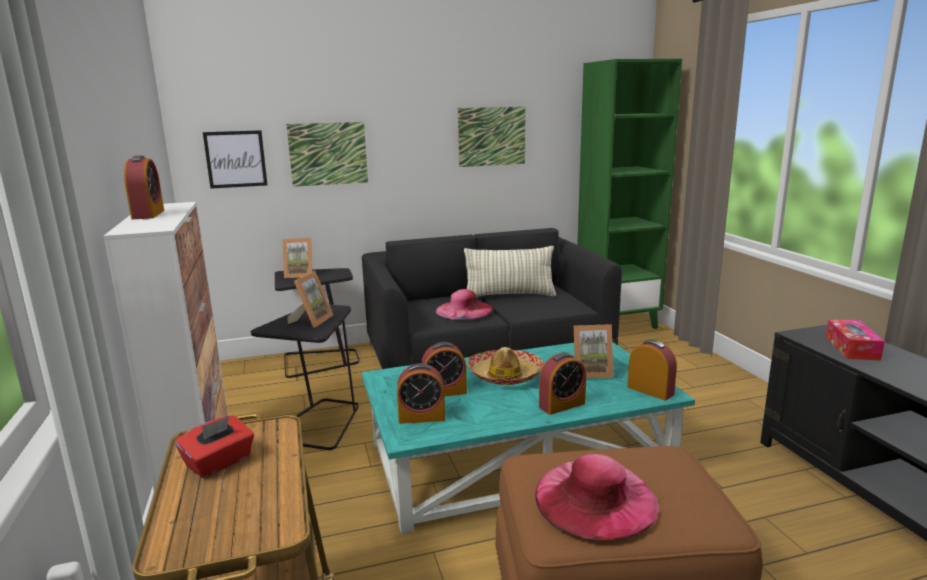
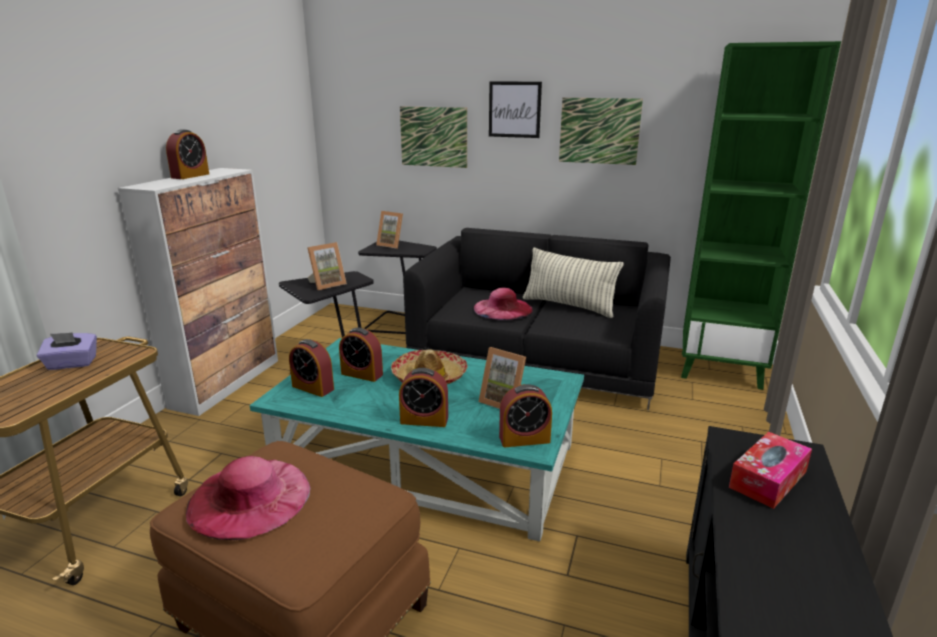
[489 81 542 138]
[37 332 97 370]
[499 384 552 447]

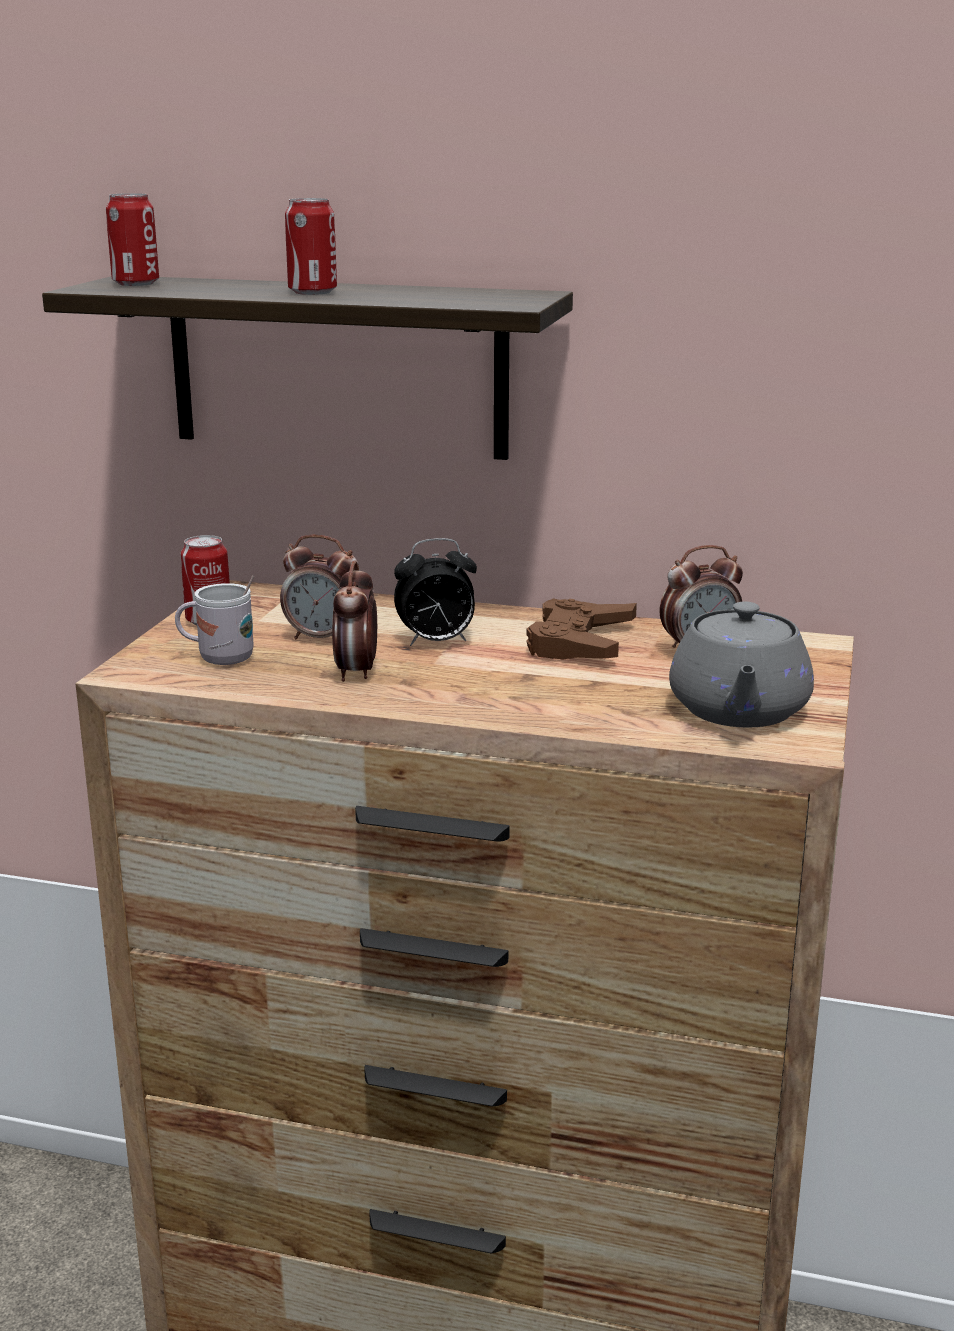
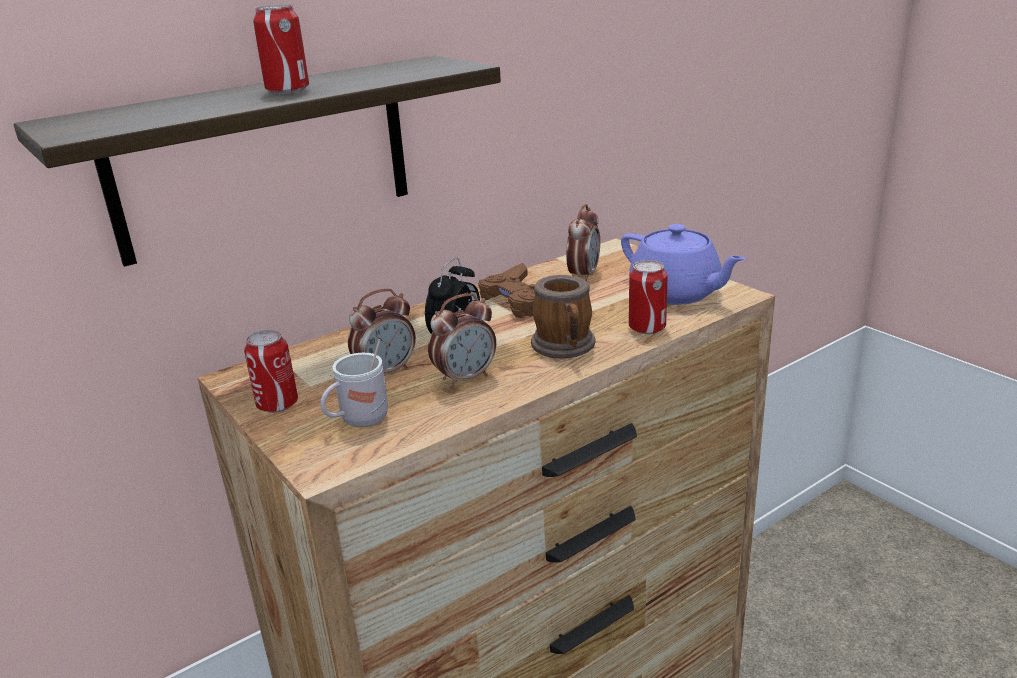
[531 275 595 358]
[629 260 667 334]
[621 224 746 305]
[428 293 496 389]

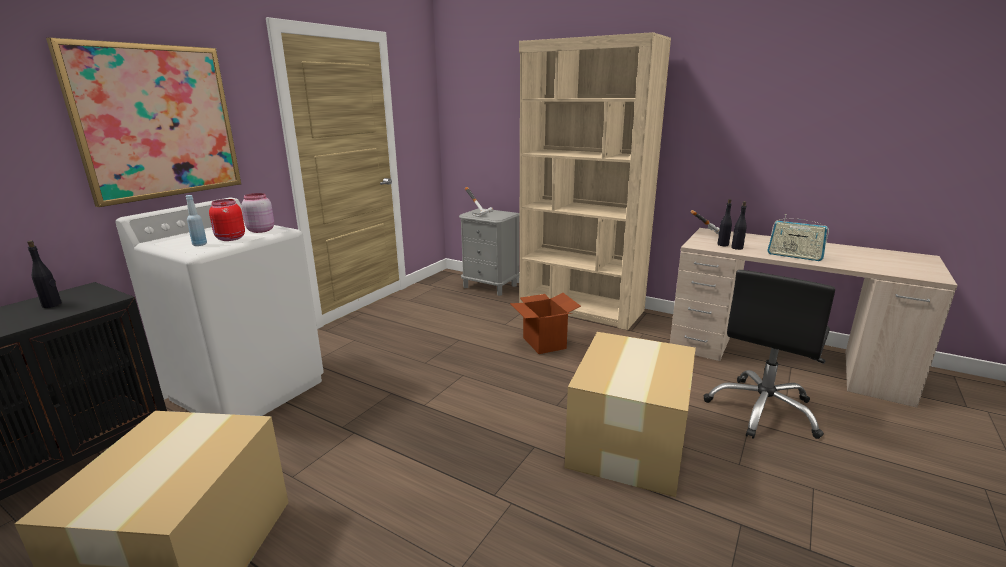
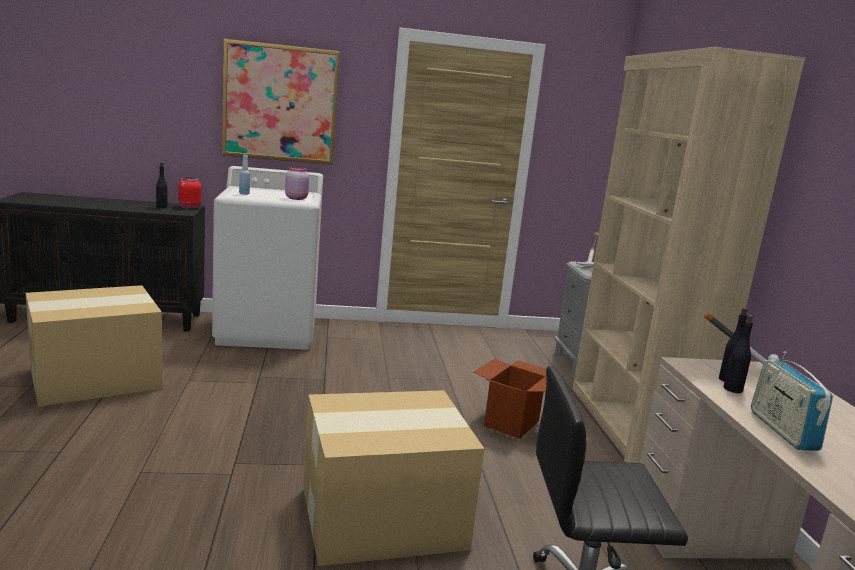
[178 177 202 209]

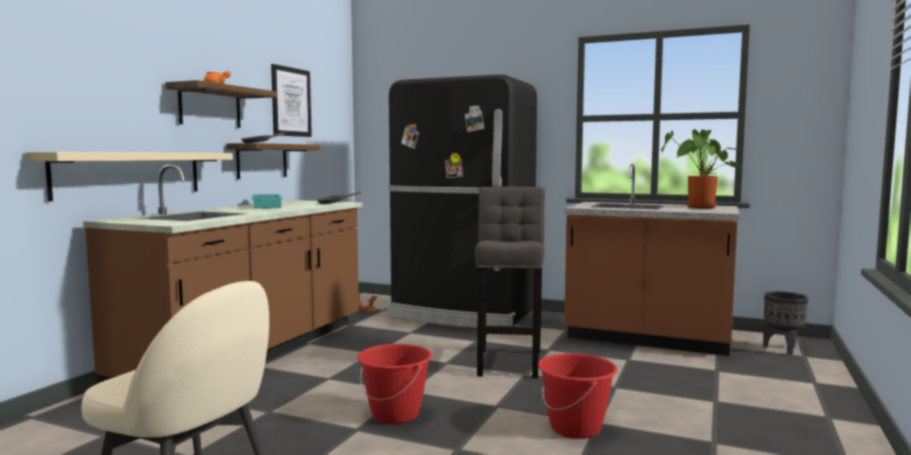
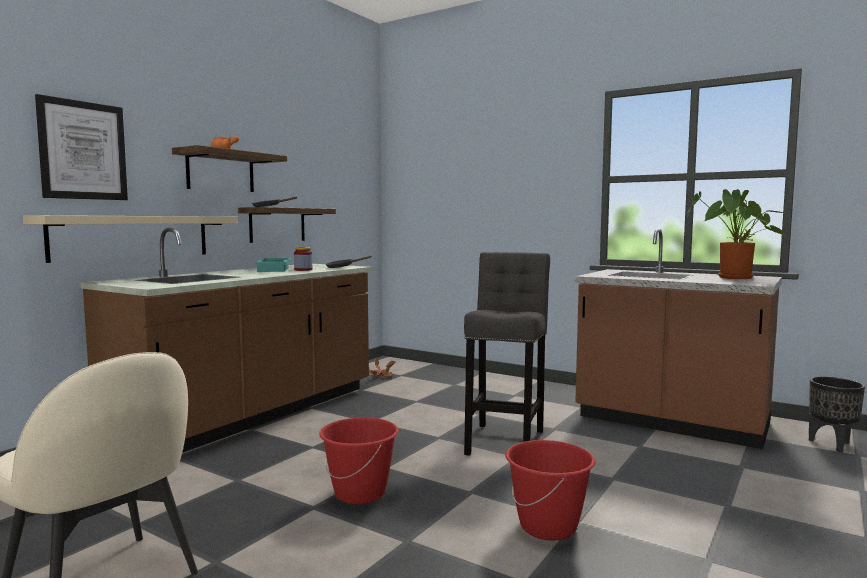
[387 74 537 328] (first image)
[294 247 312 271]
[35 94 128 200]

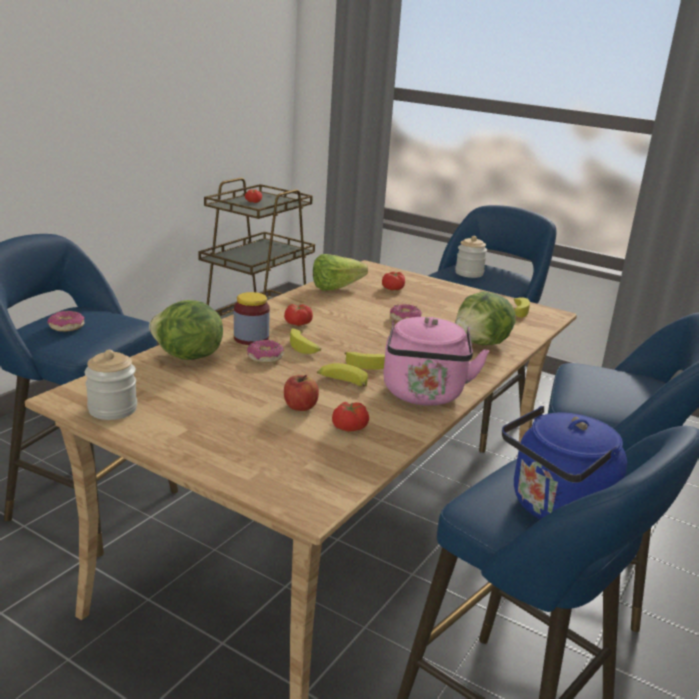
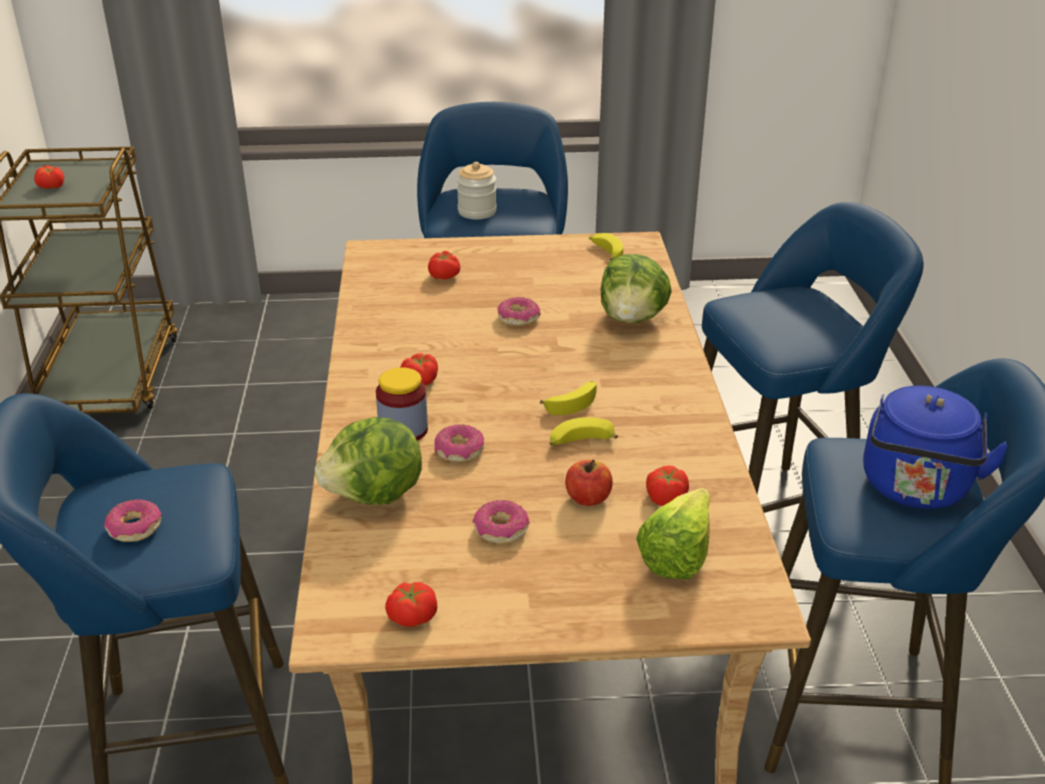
[290 328 321 354] (first image)
[383 317 490 406] (first image)
[473 500 530 544]
[636 488 710 579]
[385 582 437 627]

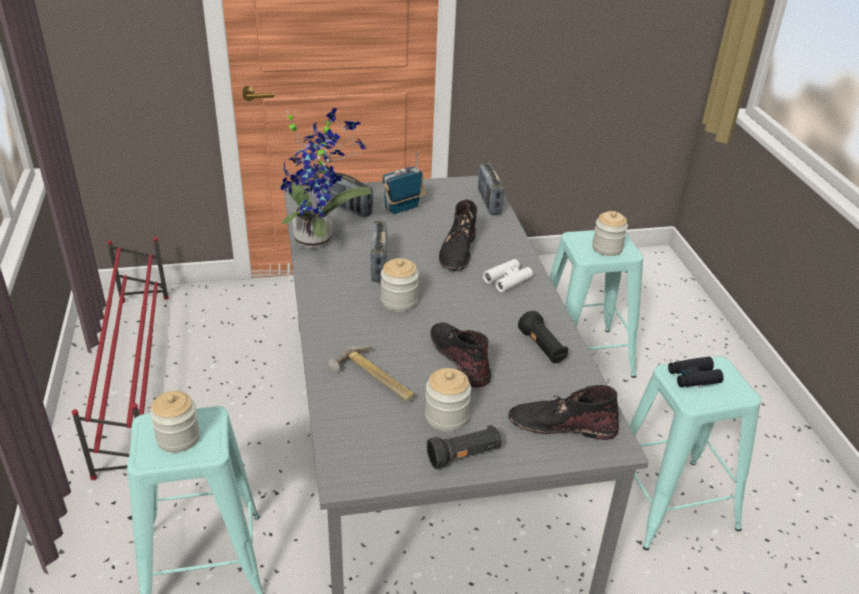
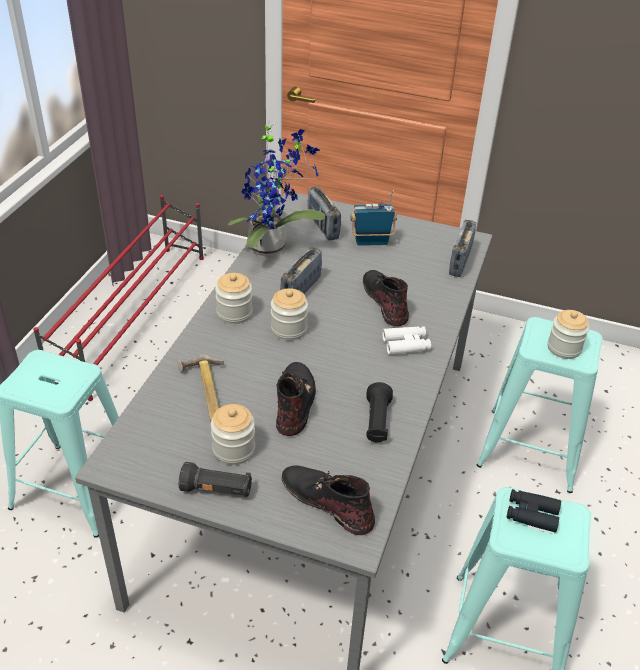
[215 273 253 324]
[363 270 409 326]

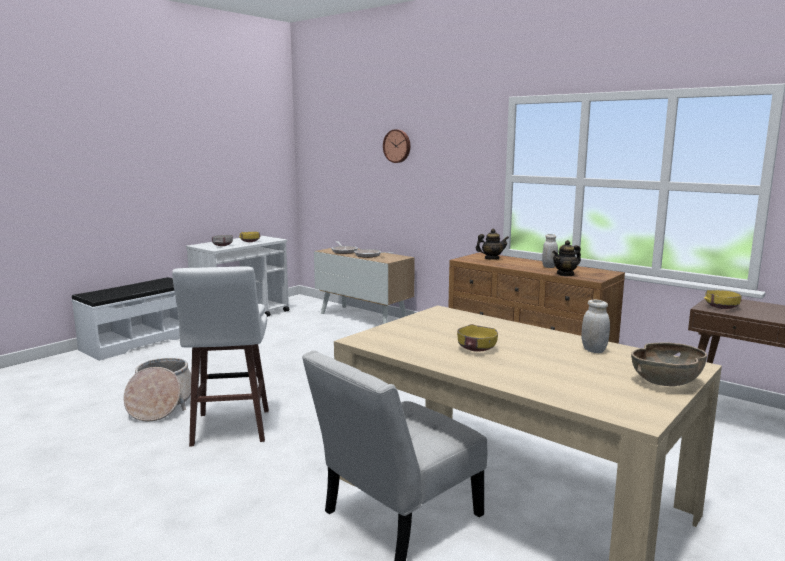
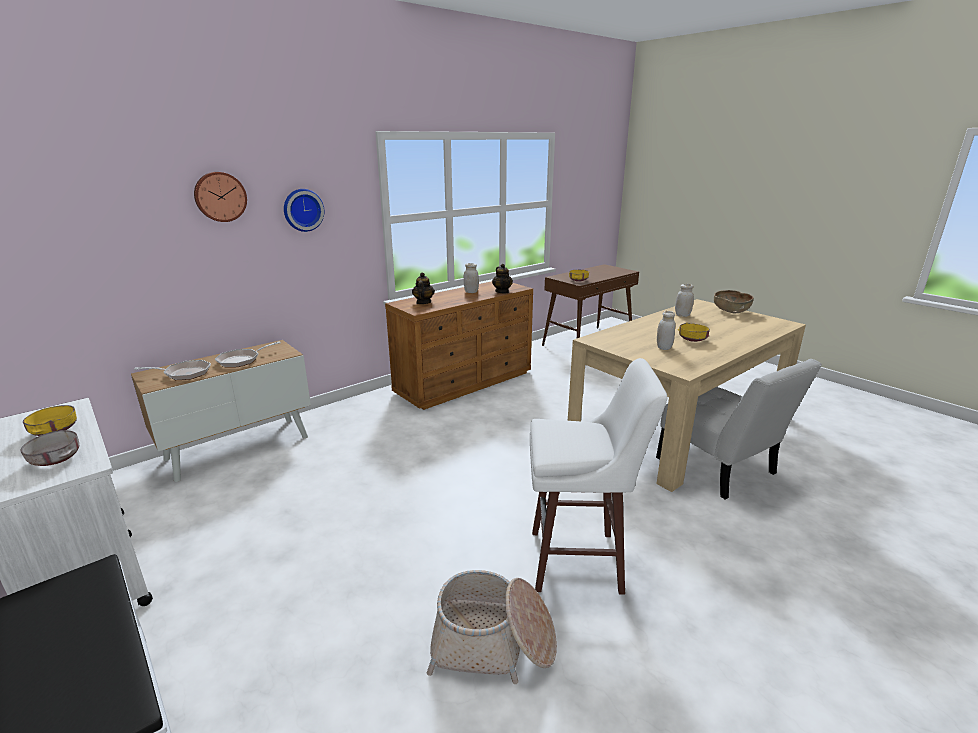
[284 189 324 232]
[657 311 676 350]

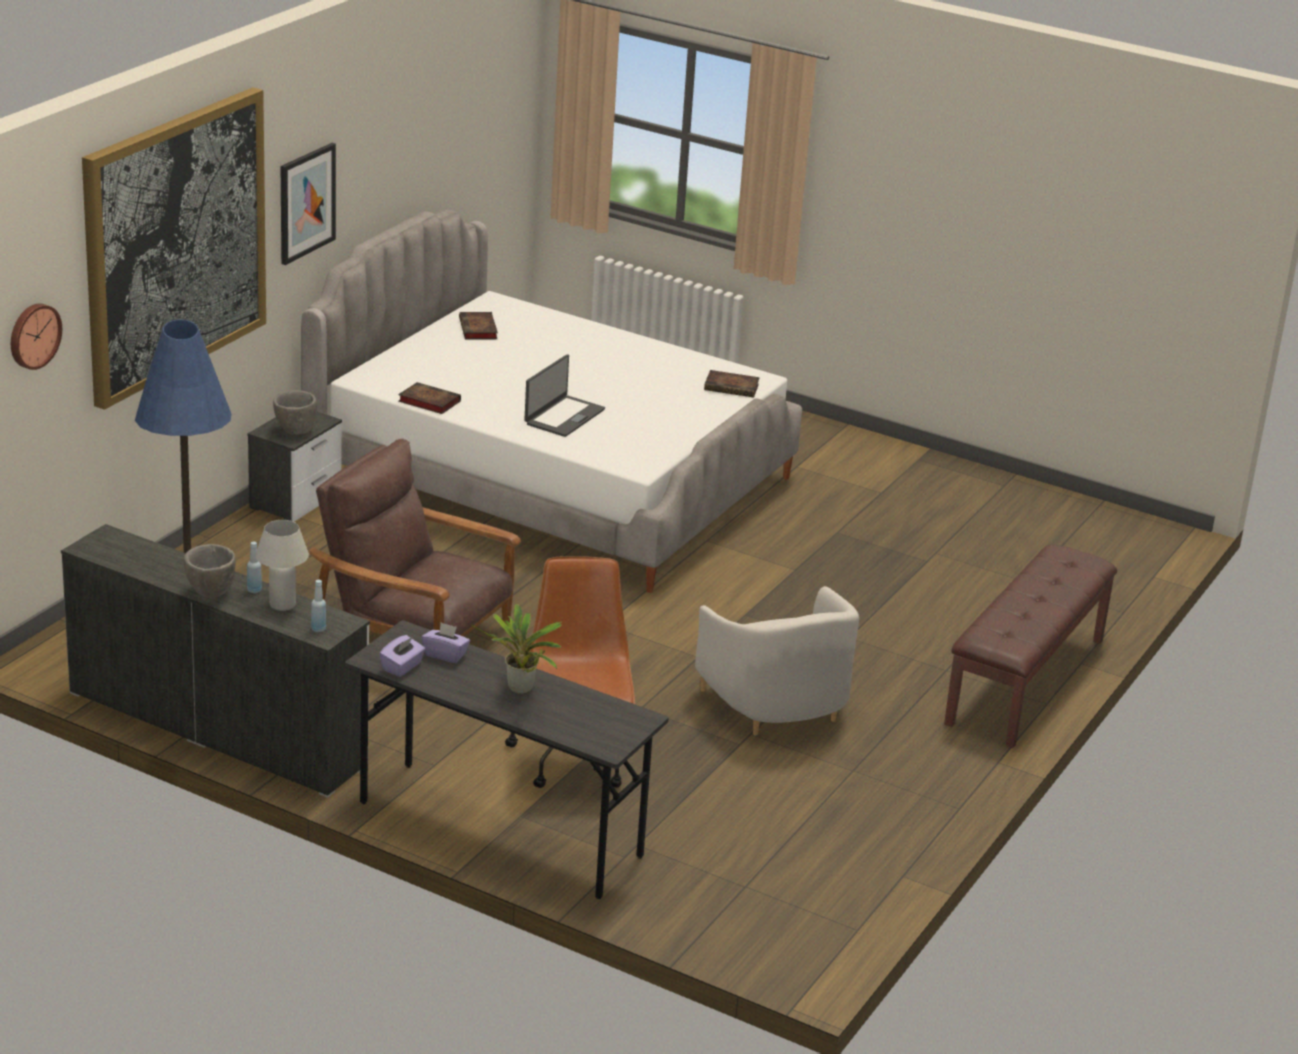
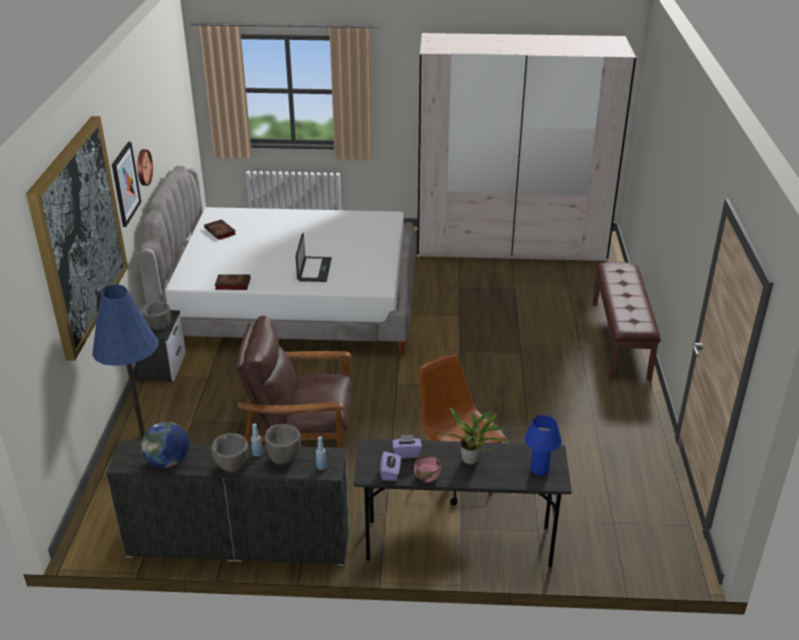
[695 586 859 735] (first image)
[704 370 760 398] (first image)
[141 421 189 468]
[414 455 441 482]
[417 33 636 262]
[524 415 562 475]
[137 149 153 186]
[265 424 301 464]

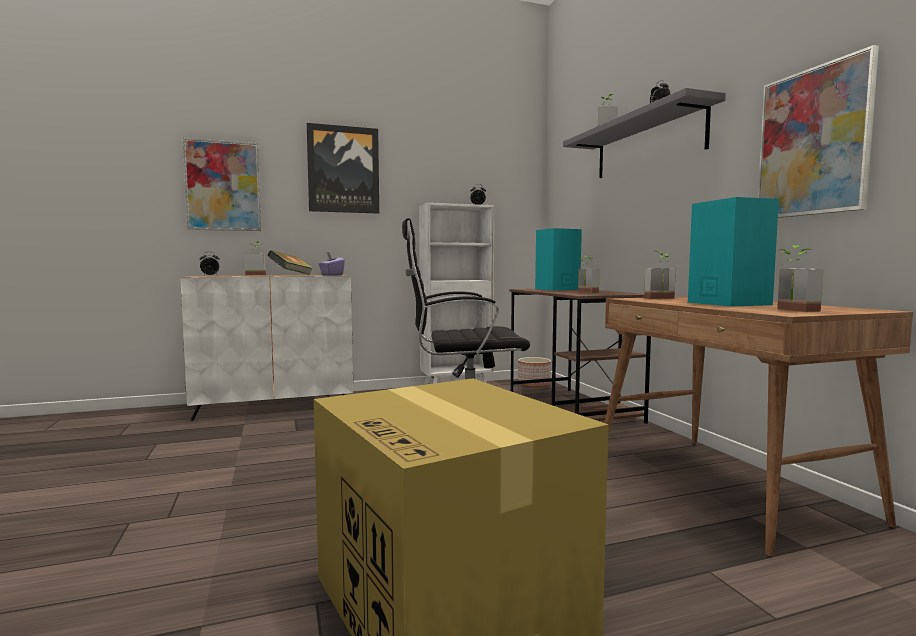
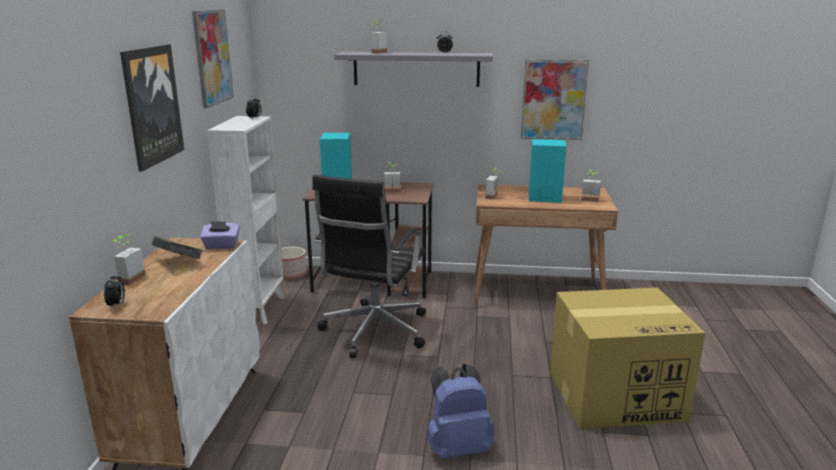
[428 363 494 459]
[192 9 234 108]

